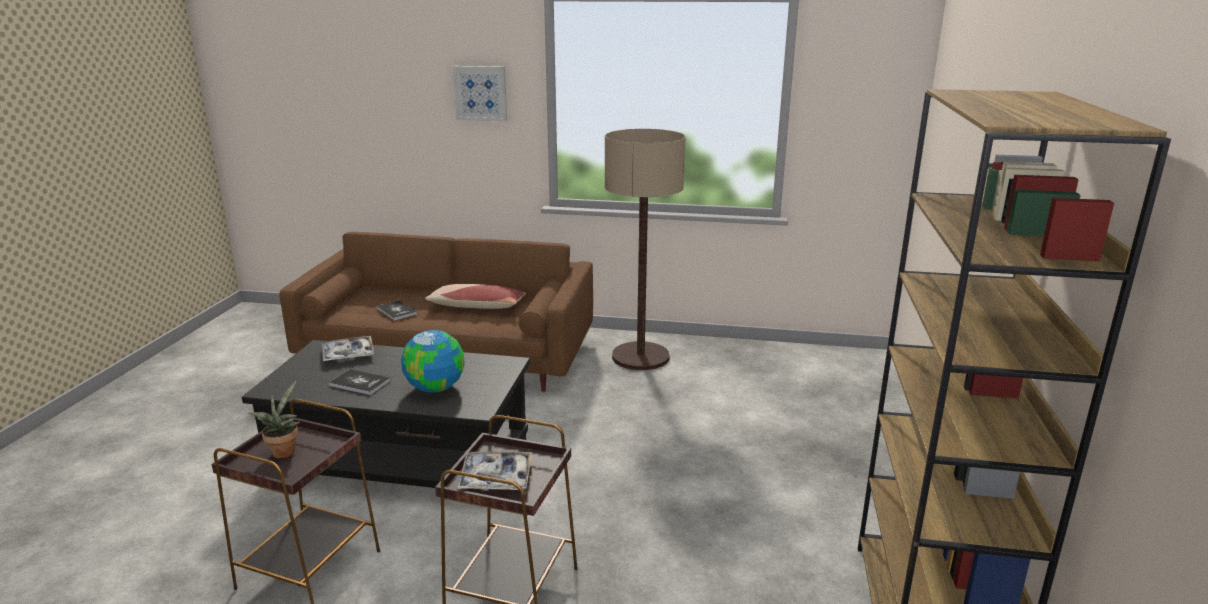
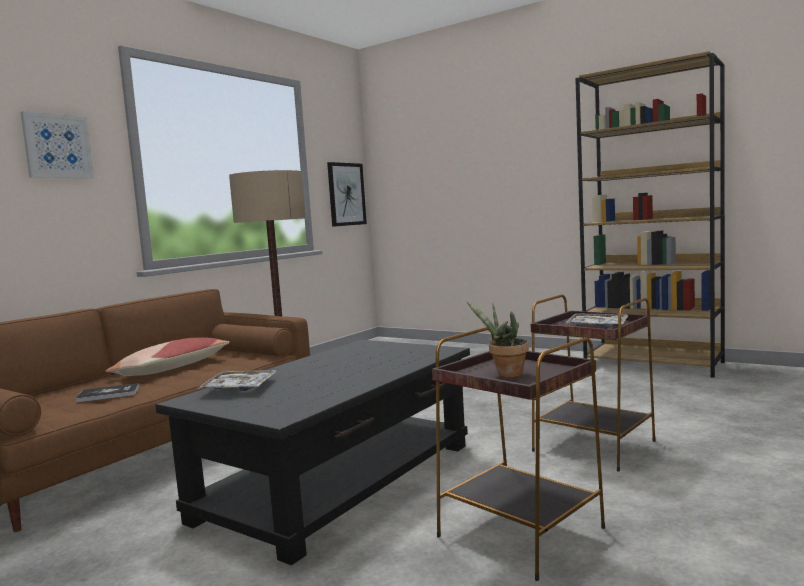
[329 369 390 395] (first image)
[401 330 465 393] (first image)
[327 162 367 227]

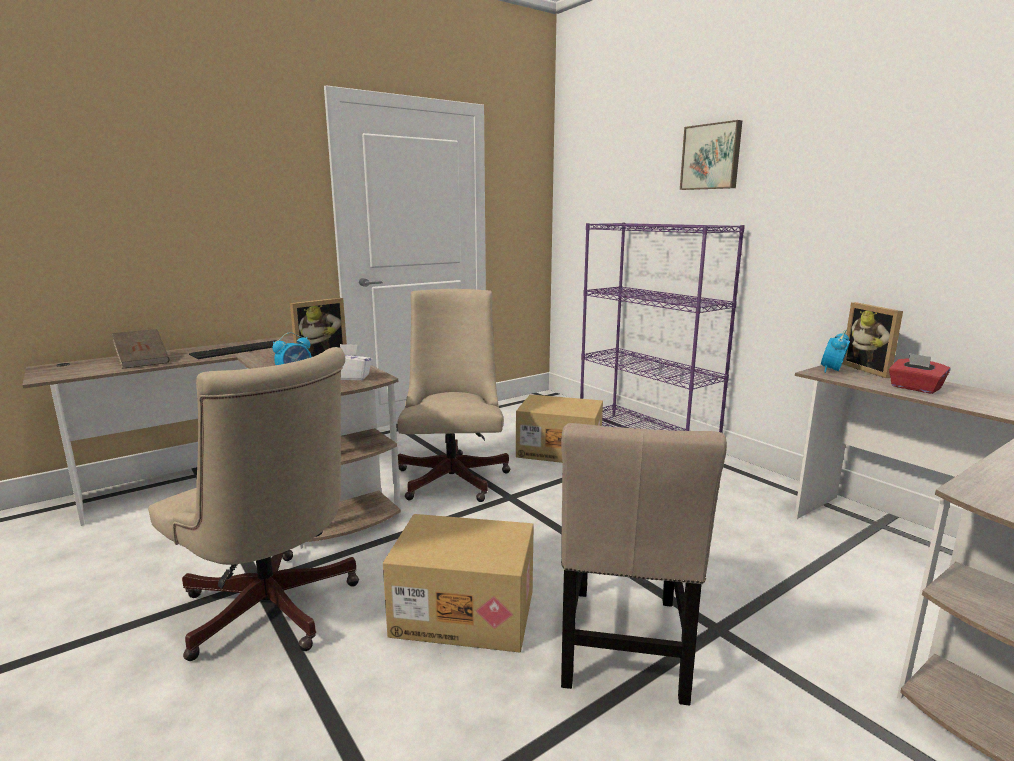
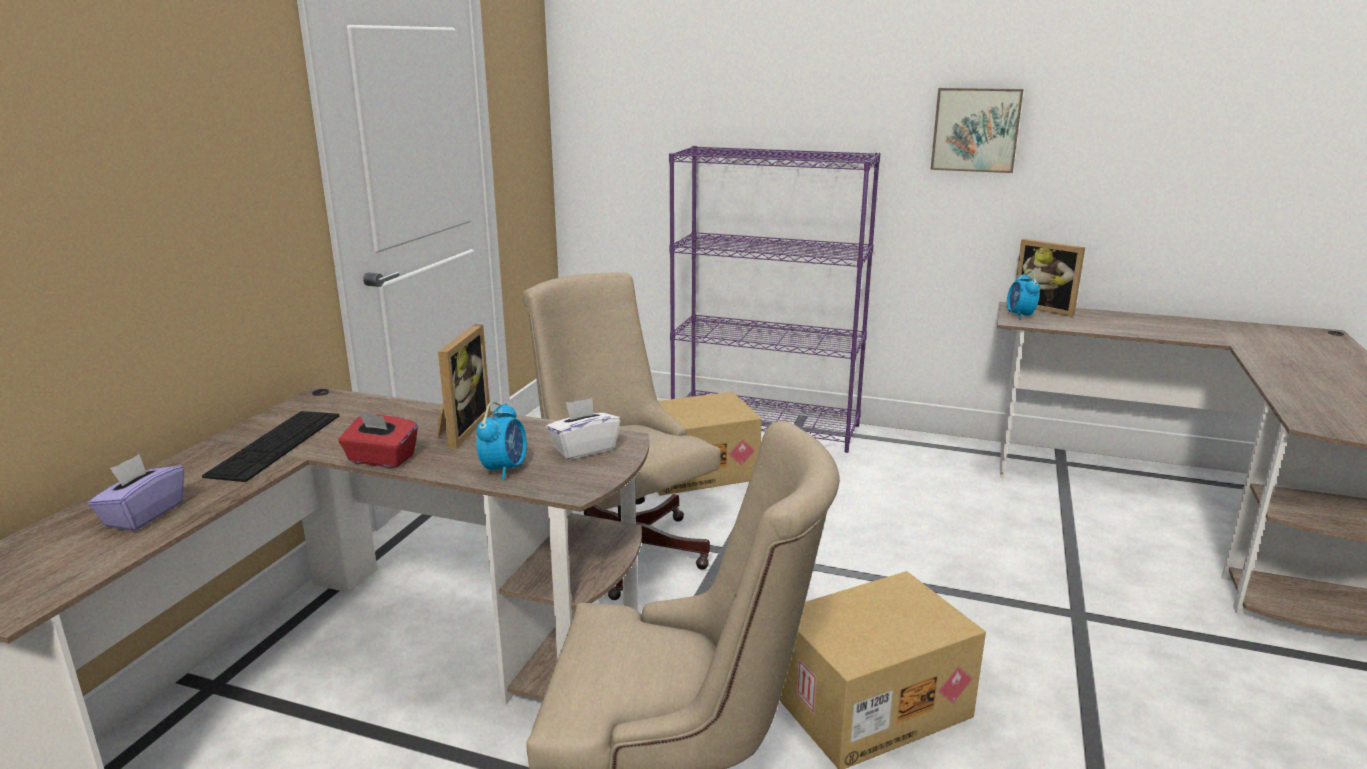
[561 423 727 706] (first image)
[931 88 1023 173]
[338 412 418 468]
[88 454 184 531]

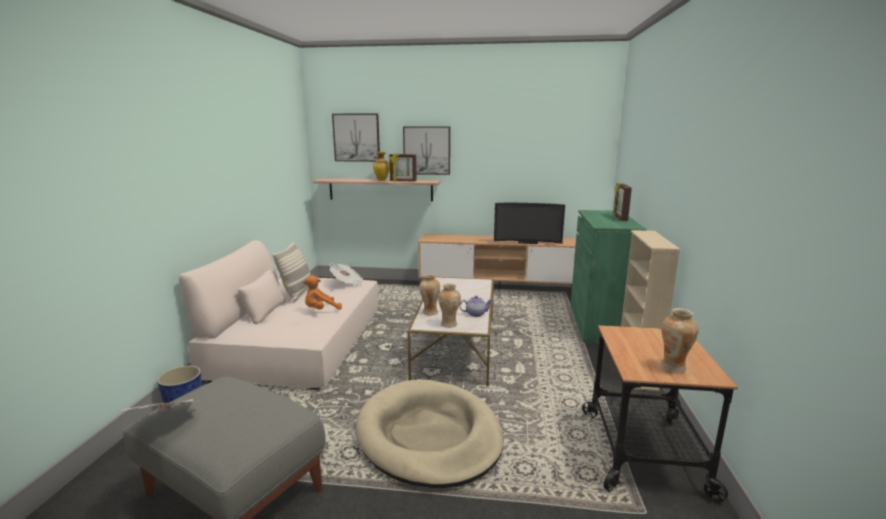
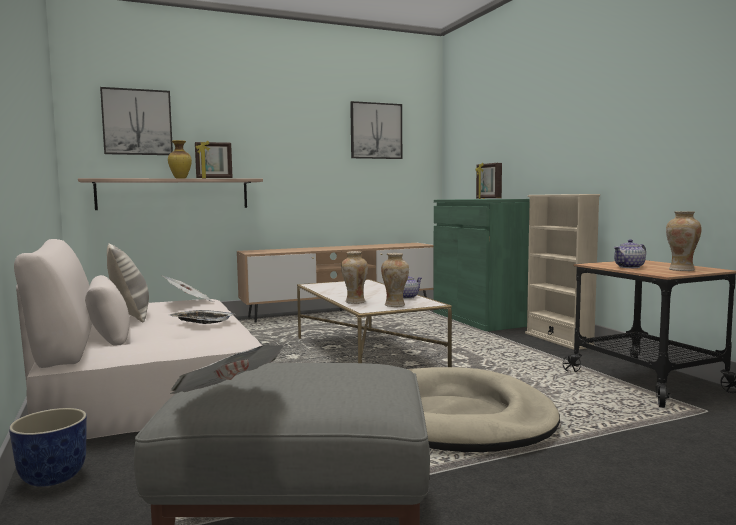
[494 203 565 244] (first image)
[613 239 646 268]
[350 101 402 159]
[169 310 236 324]

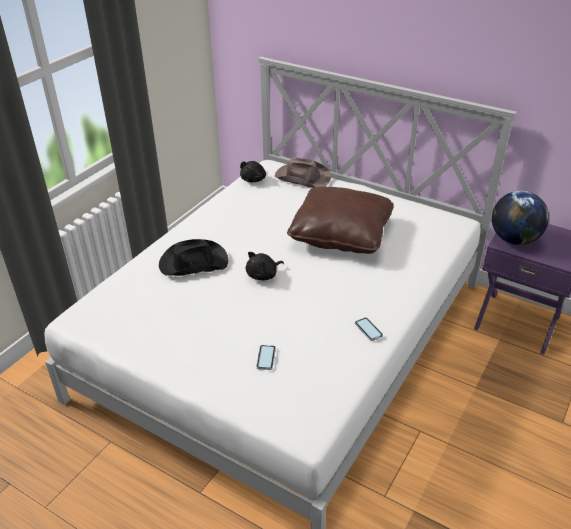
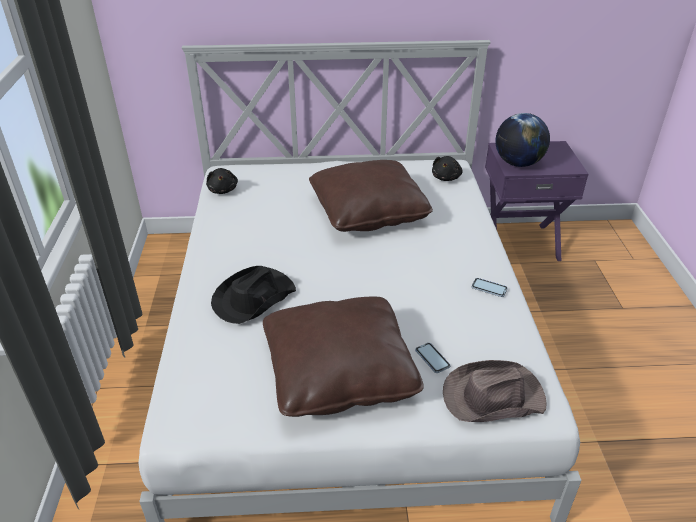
[263 297 424 417]
[432 156 463 181]
[443 360 547 422]

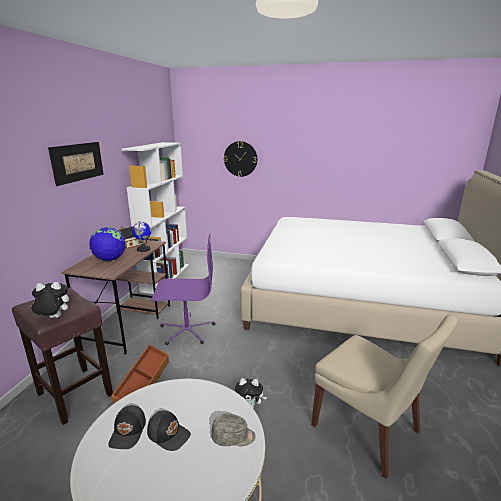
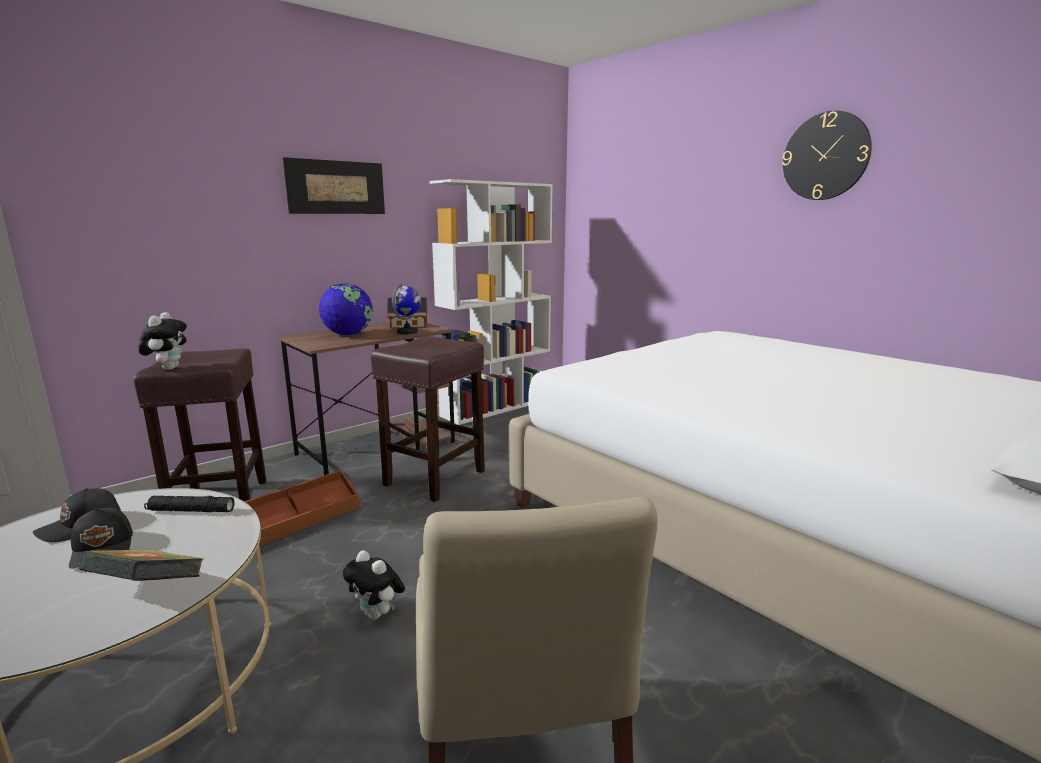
[144 496 234 512]
[782 111 872 200]
[371 336 485 502]
[79 549 203 581]
[138 312 187 370]

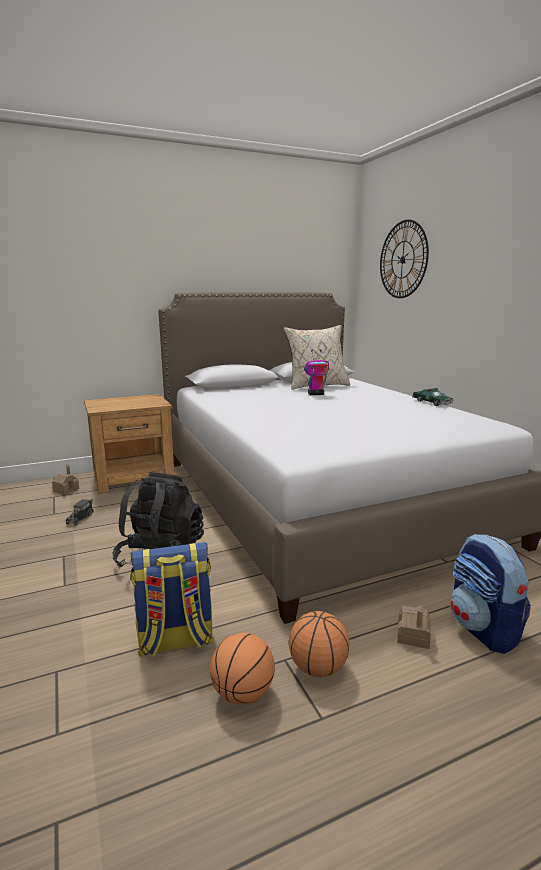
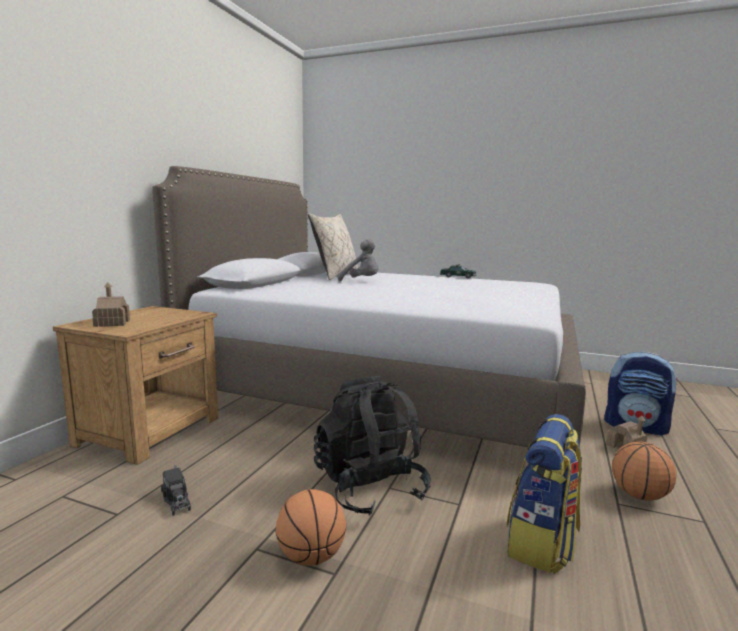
[380 220 429 298] (first image)
[92 282 130 327]
[275 489 346 566]
[338 239 379 281]

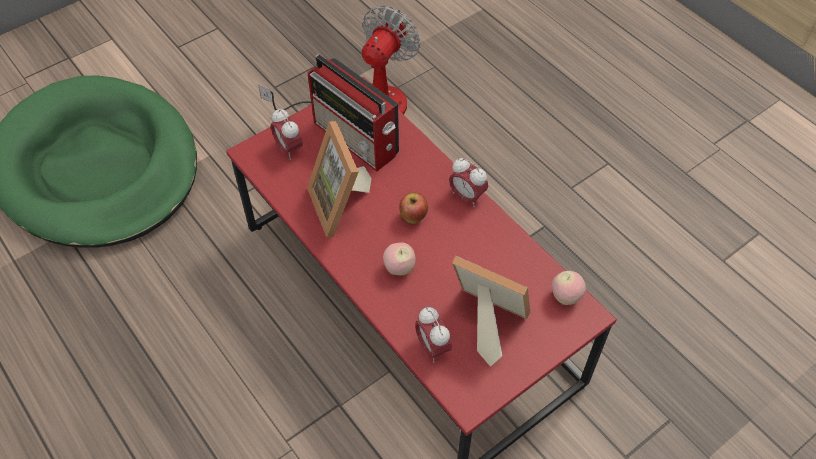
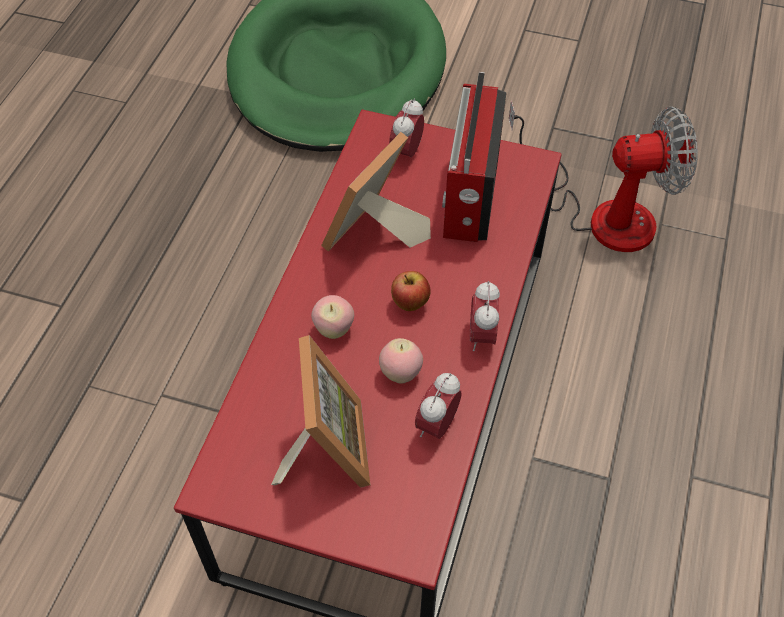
[415 373 462 439]
[379 338 423 384]

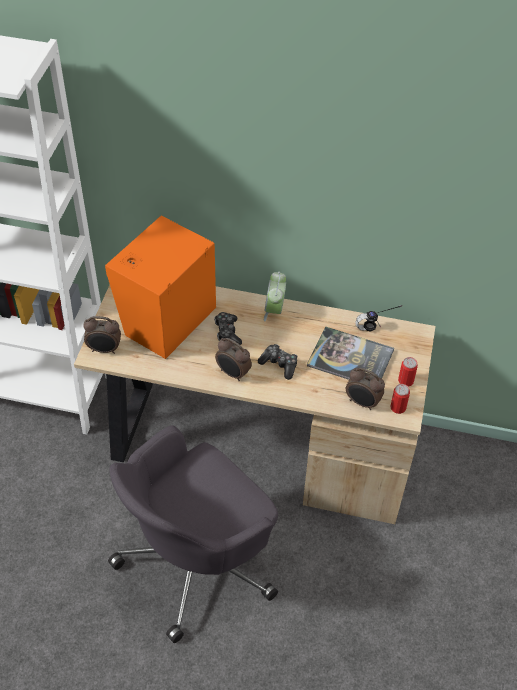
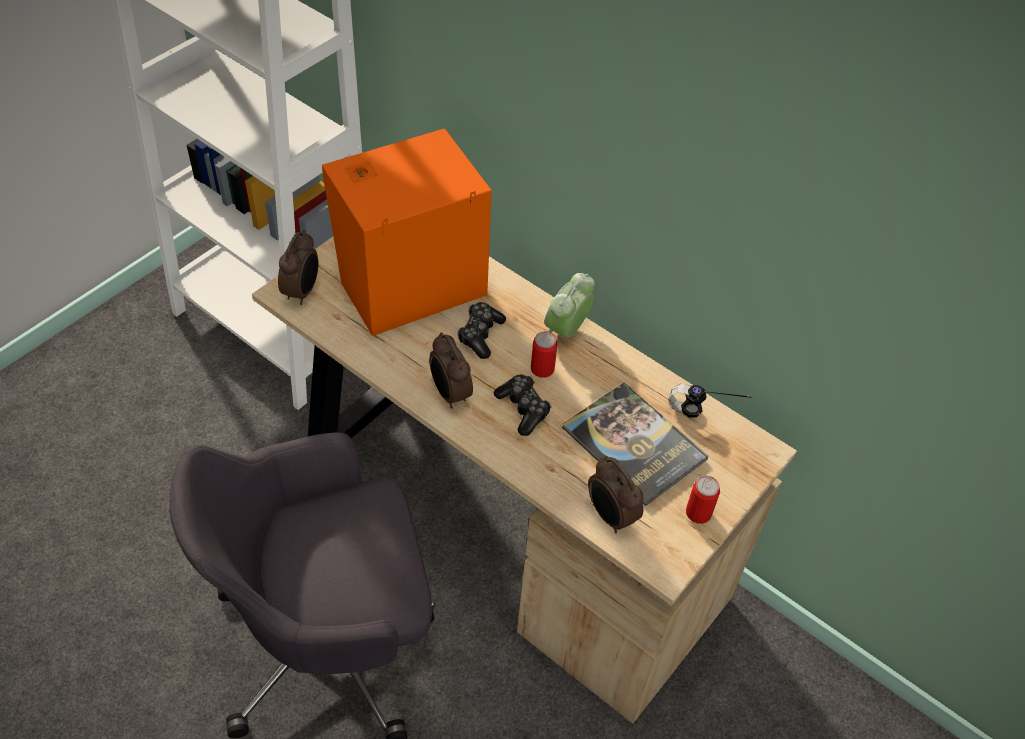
[531 331 557 378]
[278 230 318 305]

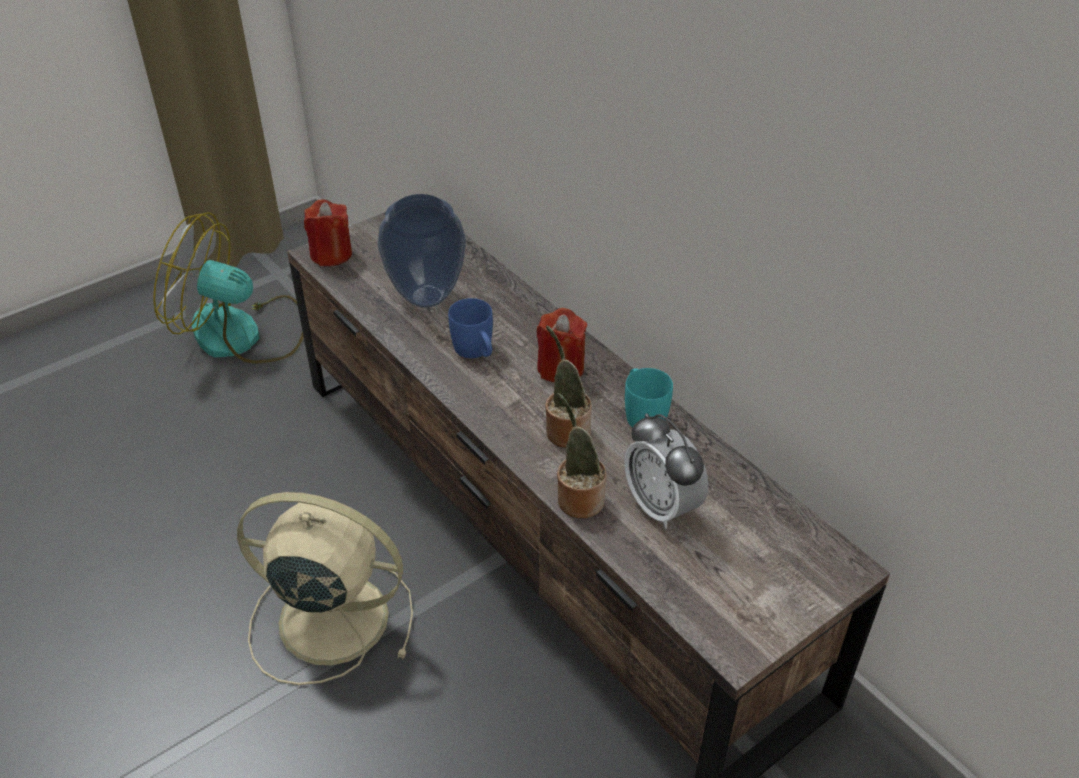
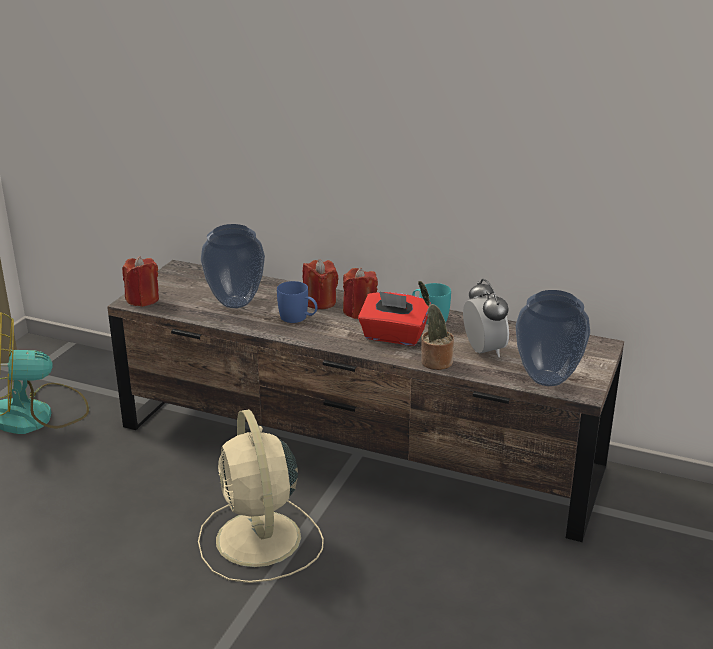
[303 259 339 309]
[516 290 590 386]
[358 291 431 346]
[198 409 324 583]
[463 279 509 357]

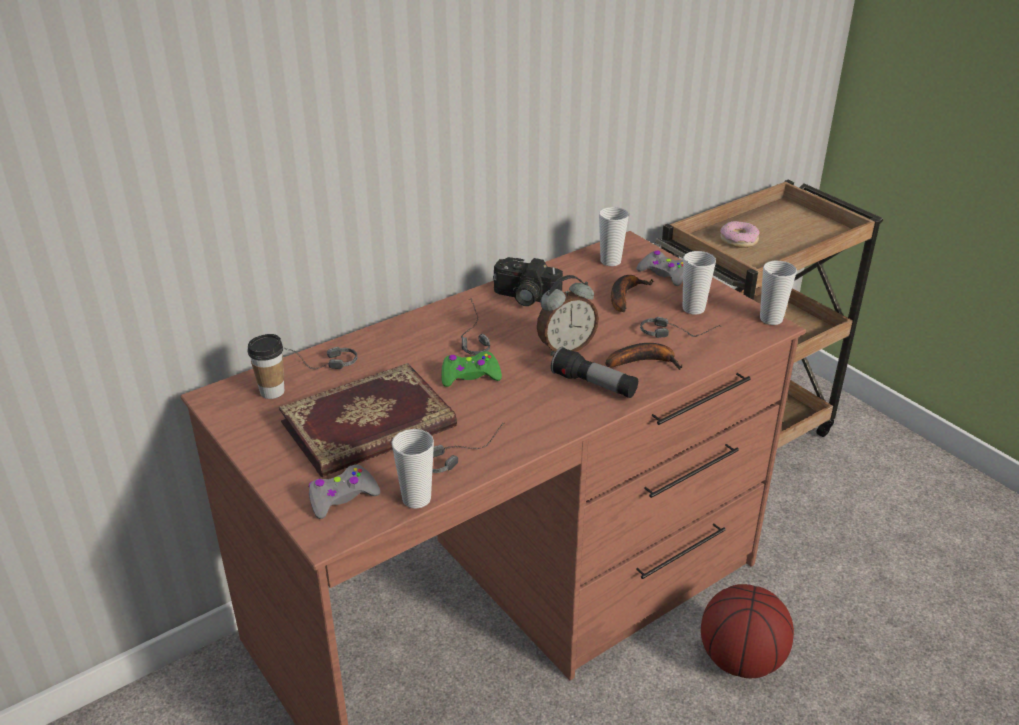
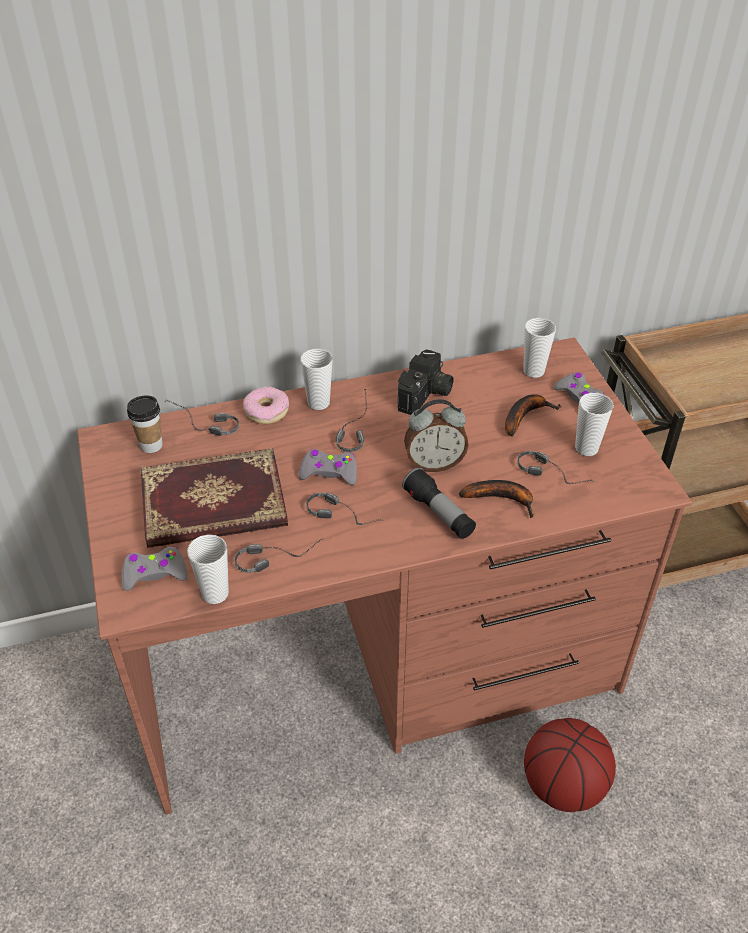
[306 493 385 525]
[243 386 289 424]
[300 349 333 410]
[299 449 357 485]
[398 349 454 415]

